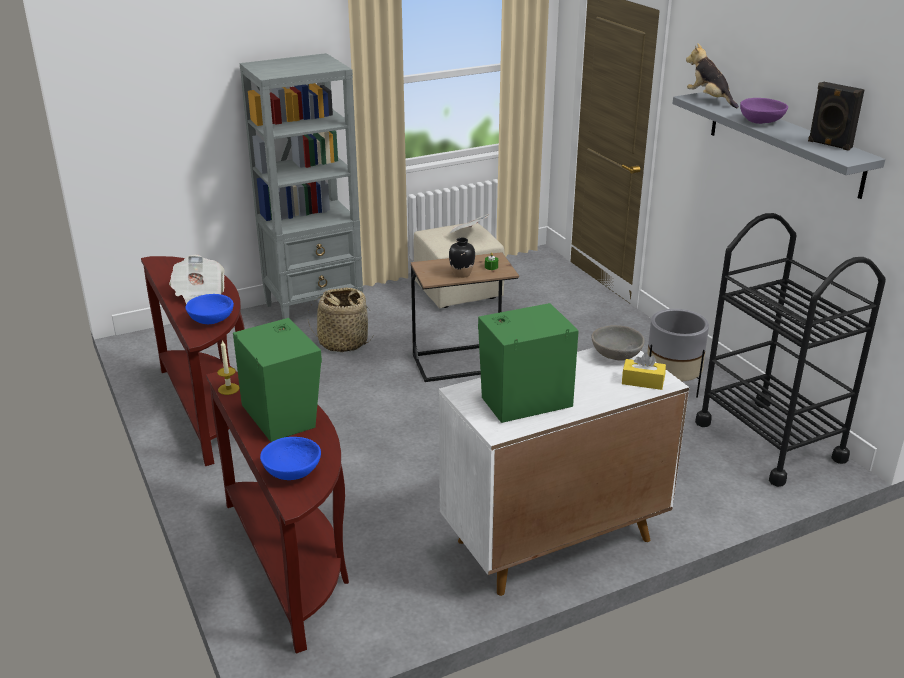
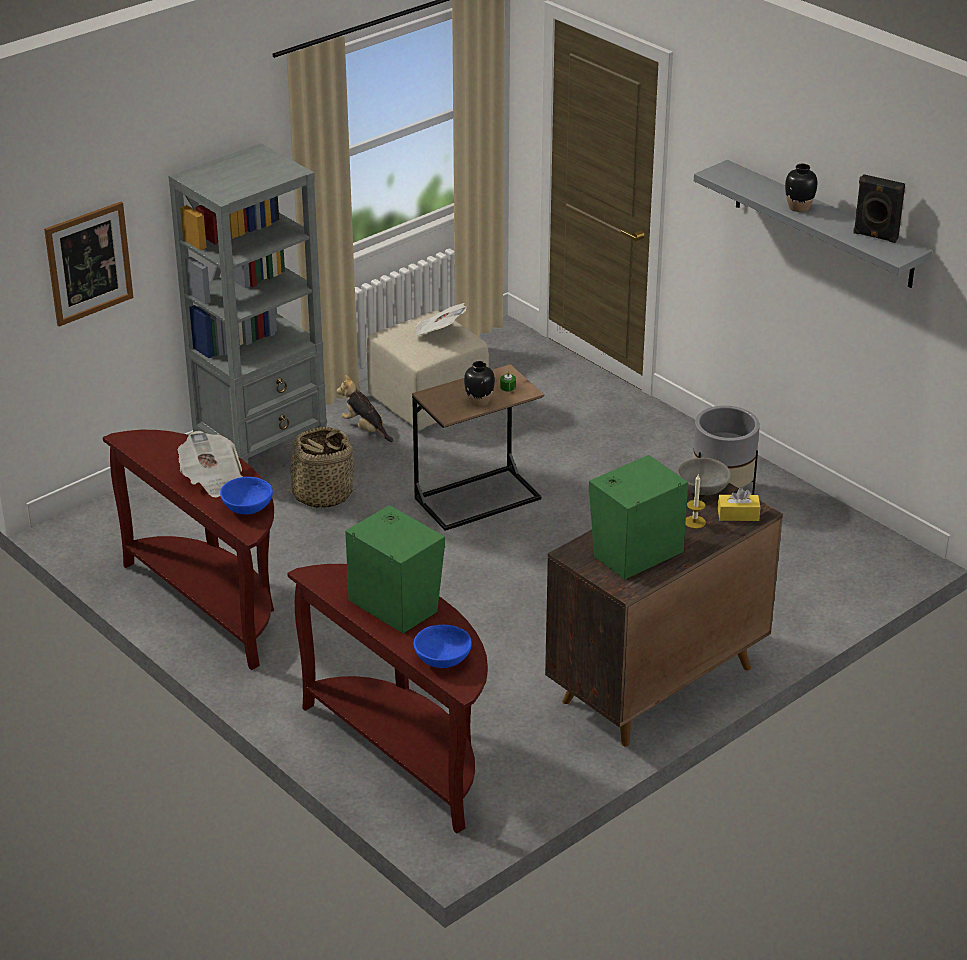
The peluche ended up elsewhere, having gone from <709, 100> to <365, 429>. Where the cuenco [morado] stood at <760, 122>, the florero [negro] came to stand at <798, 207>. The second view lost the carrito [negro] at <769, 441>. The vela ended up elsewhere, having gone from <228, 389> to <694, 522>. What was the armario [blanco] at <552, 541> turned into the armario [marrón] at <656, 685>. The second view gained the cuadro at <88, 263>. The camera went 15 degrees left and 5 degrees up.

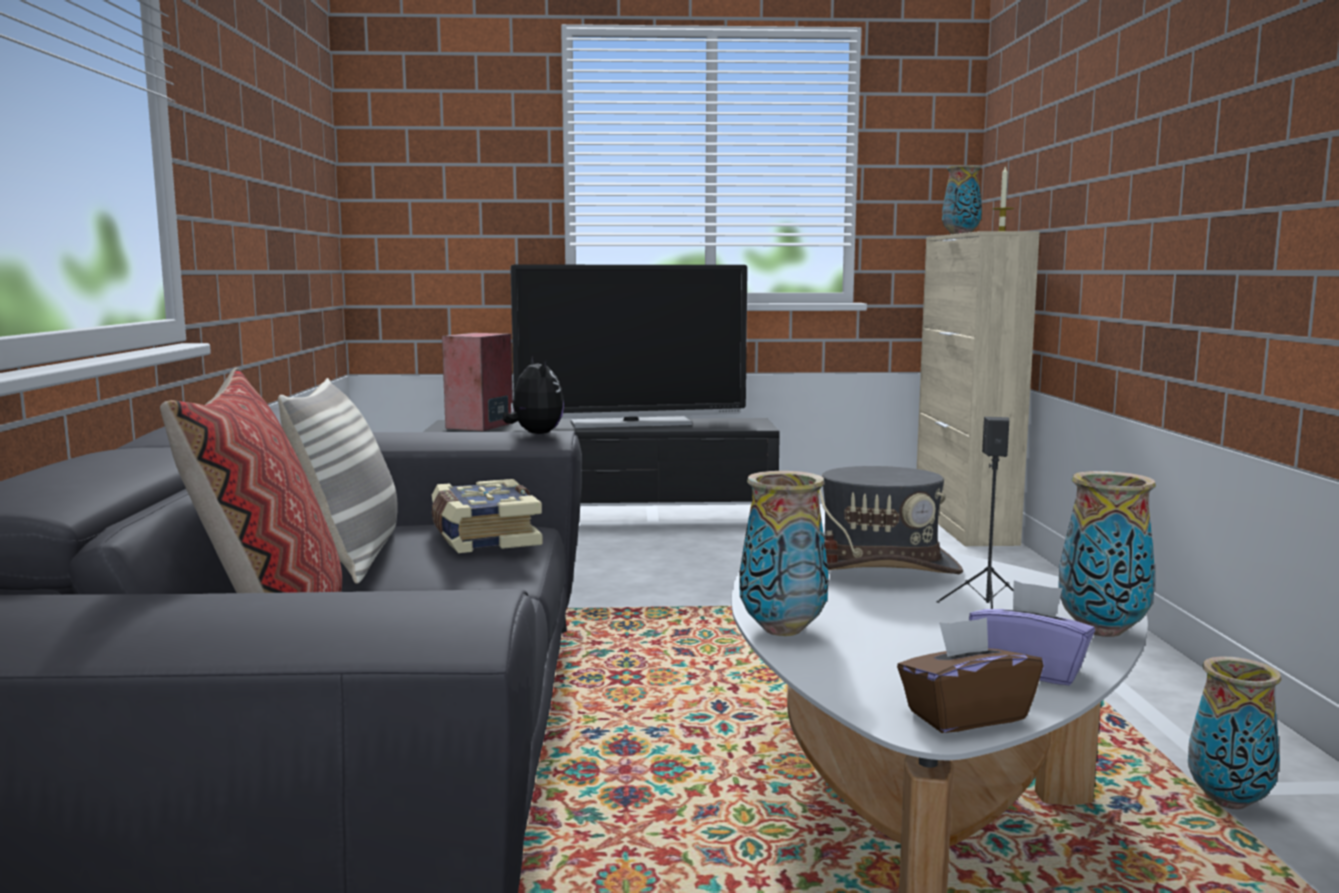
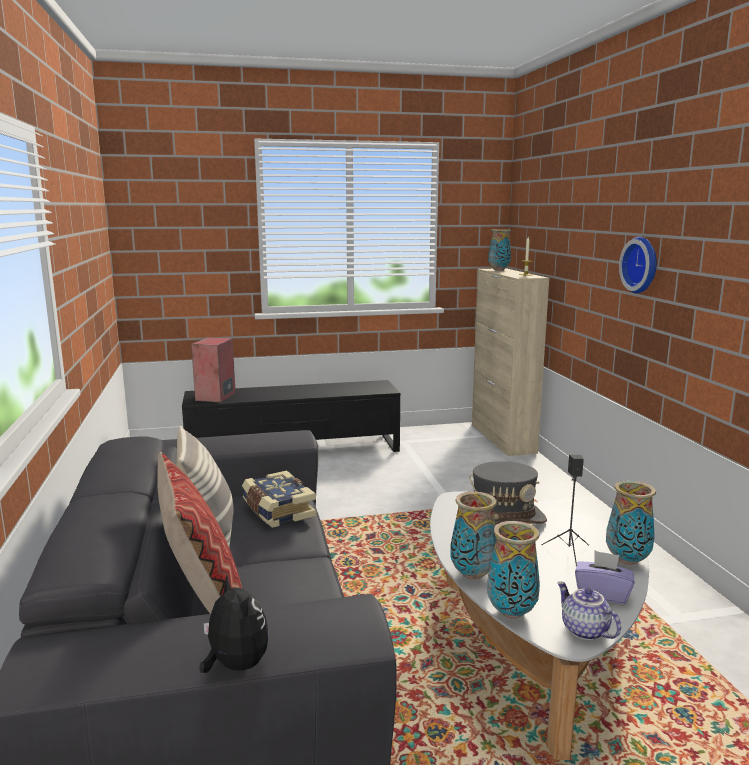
The second view lost the televisor at <631, 424>. The peluche ended up elsewhere, having gone from <534, 434> to <235, 665>. Where the caja de pañuelos [marrón] stood at <965, 715>, the tetera came to stand at <583, 630>. The florero ended up elsewhere, having gone from <1229, 800> to <512, 612>. The second view gained the reloj de pared at <642, 265>. The camera went 10 degrees left and 5 degrees up.

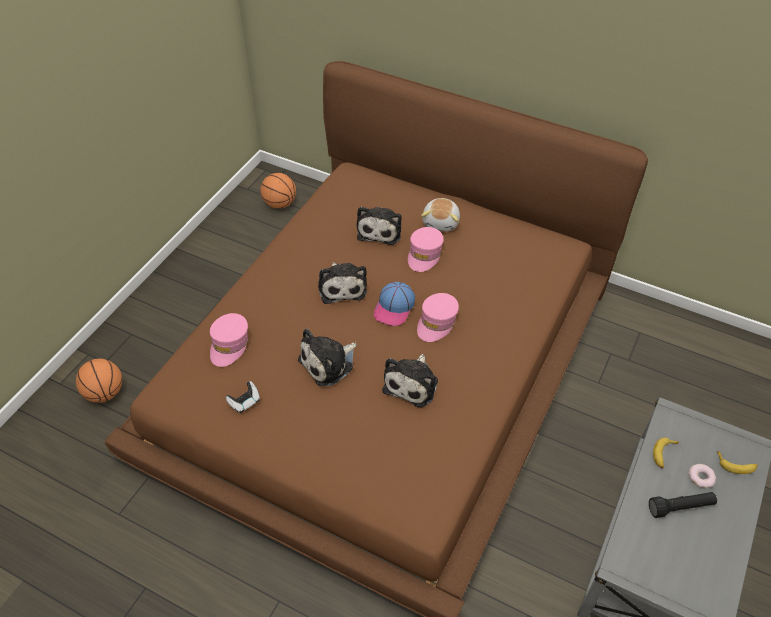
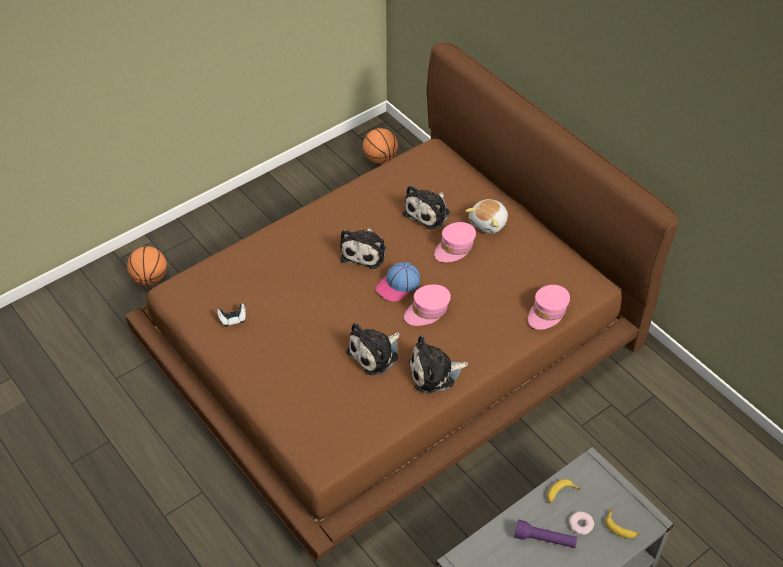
The gorra [rosa] ended up elsewhere, having gone from <229, 344> to <547, 312>. The peluche ended up elsewhere, having gone from <329, 363> to <435, 373>. What was the linterna [negro] at <680, 507> turned into the linterna [morado] at <545, 540>. The camera went 25 degrees right and 0 degrees up.

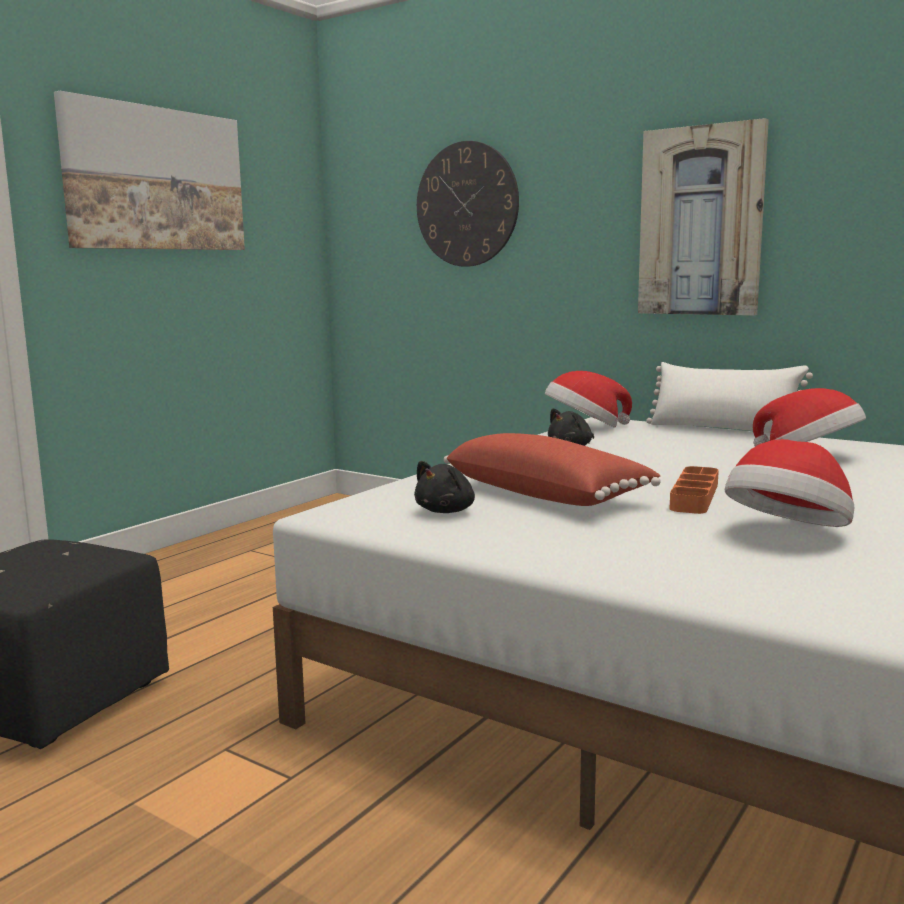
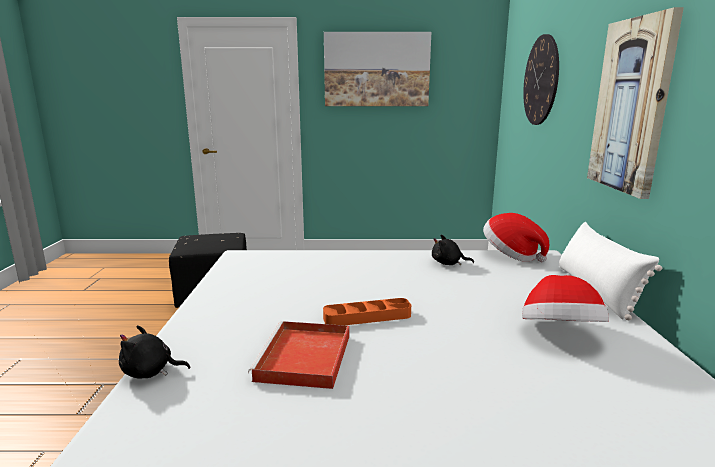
The second view lost the cojín [rojo] at <547, 495>. Where the sombrero stood at <788, 533>, the bandeja [rojo] came to stand at <304, 358>. The peluche [negro] ended up elsewhere, having gone from <447, 511> to <150, 372>. The camera went 55 degrees right and 5 degrees up.

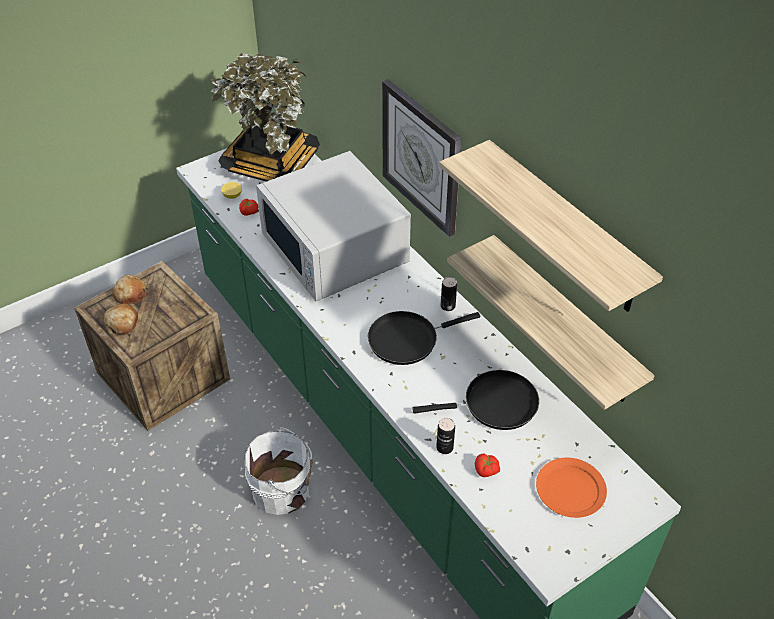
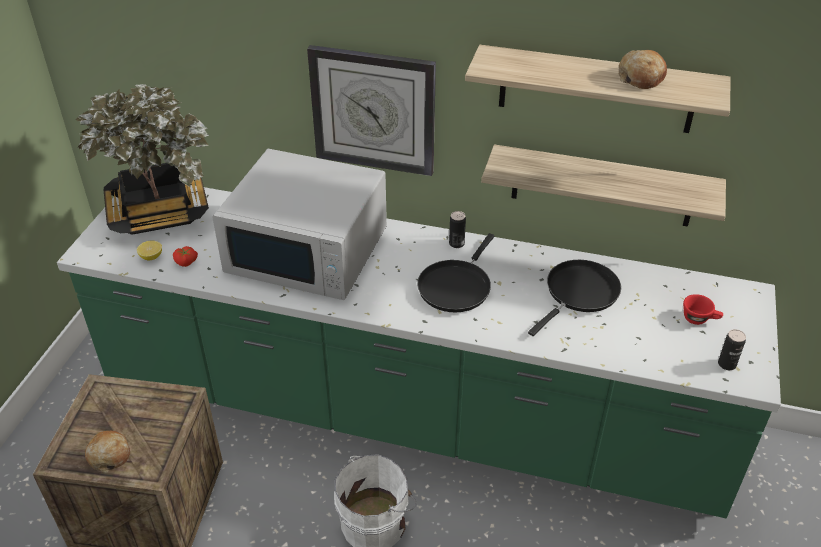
The pan ended up elsewhere, having gone from <130, 294> to <641, 78>. The lata ended up elsewhere, having gone from <444, 447> to <726, 364>. The second view lost the tomate at <485, 470>. Where the plato [naranja] stood at <570, 489>, the taza [rojo] came to stand at <699, 319>. The camera went 40 degrees left and 5 degrees down.

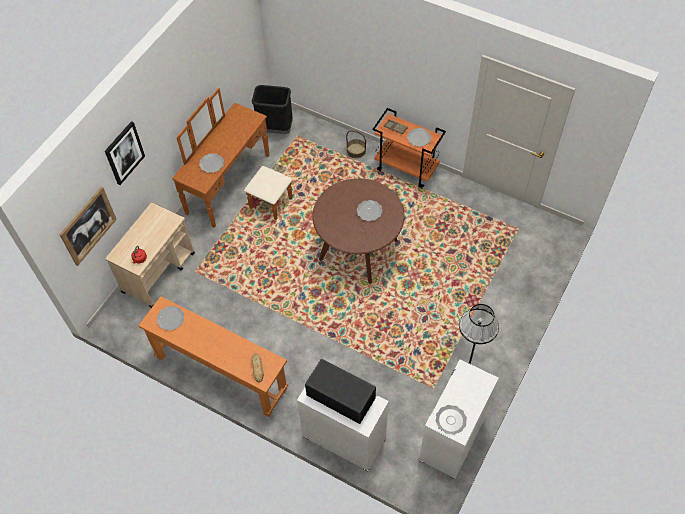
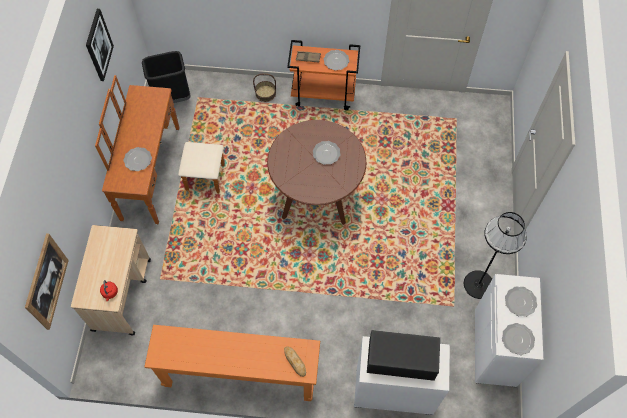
The cuadro ended up elsewhere, having gone from <124, 153> to <98, 45>. The plato ended up elsewhere, having gone from <170, 319> to <520, 302>. The camera went 25 degrees left and 5 degrees up.

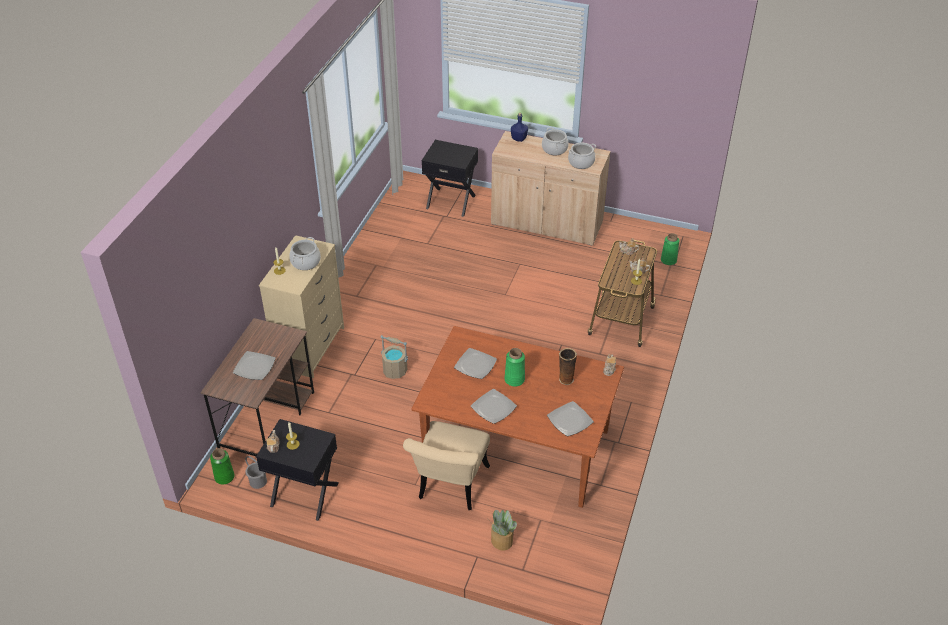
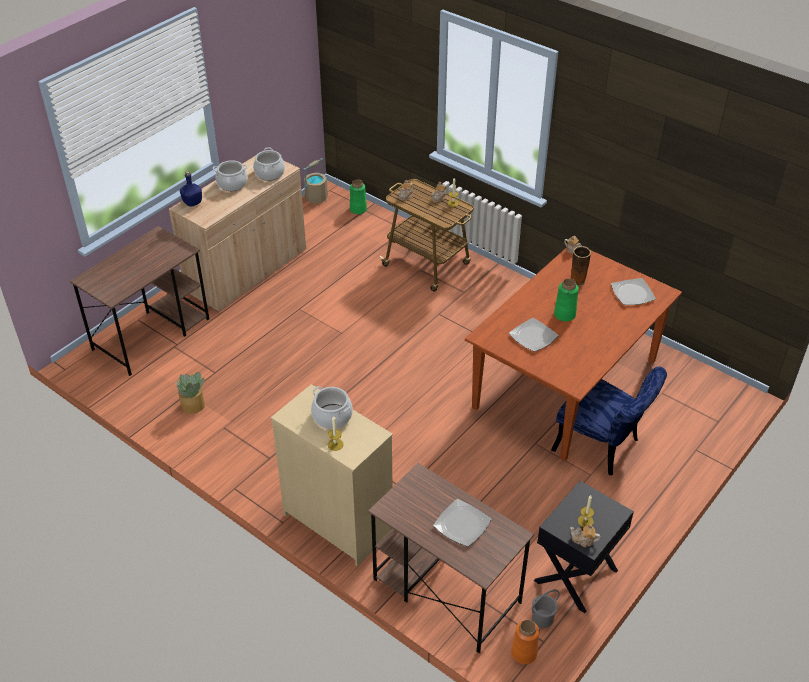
Where the mesita de noche [negro] stood at <451, 201>, the escritorio [marrón] came to stand at <152, 333>. The cubo [beis] ended up elsewhere, having gone from <395, 370> to <316, 197>. The second view lost the plato at <493, 408>. What was the silla [beis] at <450, 487> turned into the silla [azul] at <602, 447>. What was the florero [verde] at <224, 477> turned into the florero [naranja] at <523, 653>. The planta en maceta ended up elsewhere, having gone from <502, 541> to <193, 406>. The camera went 70 degrees left and 0 degrees up.

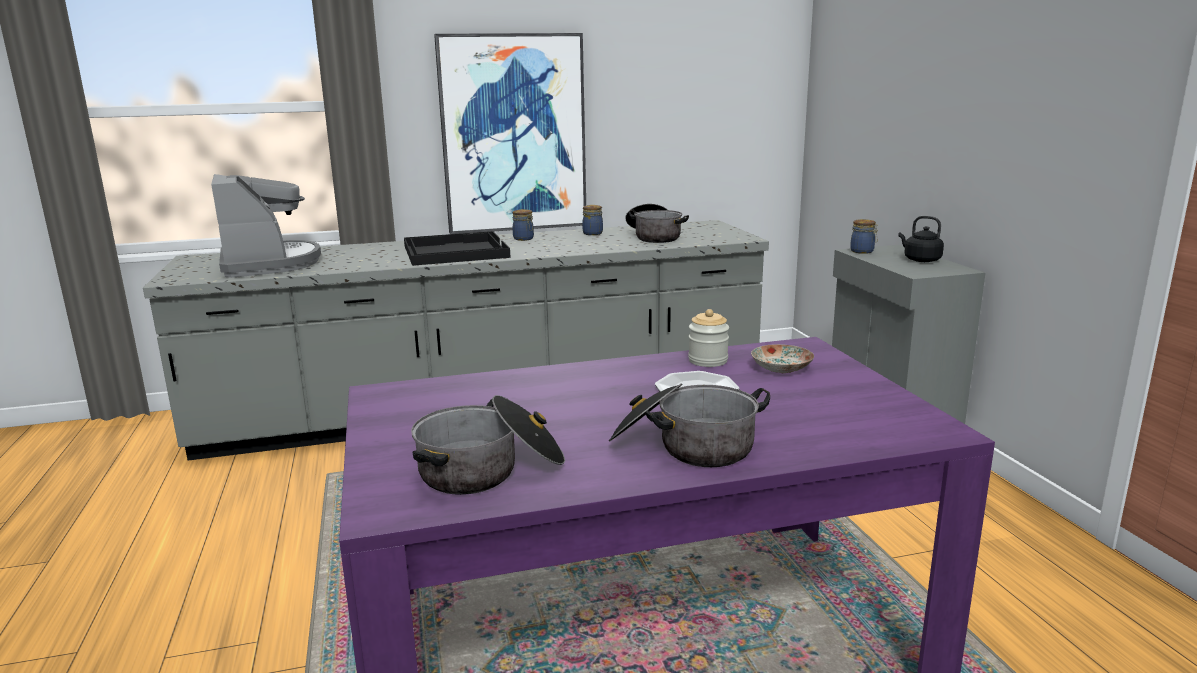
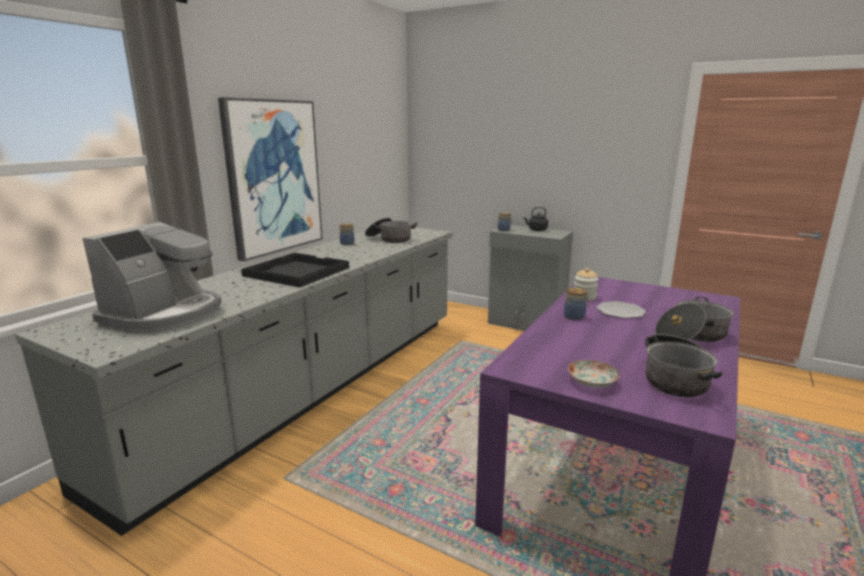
The cafetera at <269, 264> ended up facing another way, 90 degrees clockwise from before. The tarro ended up elsewhere, having gone from <524, 239> to <575, 317>. The plato ended up elsewhere, having gone from <781, 369> to <592, 382>. The camera went 45 degrees left and 0 degrees up.

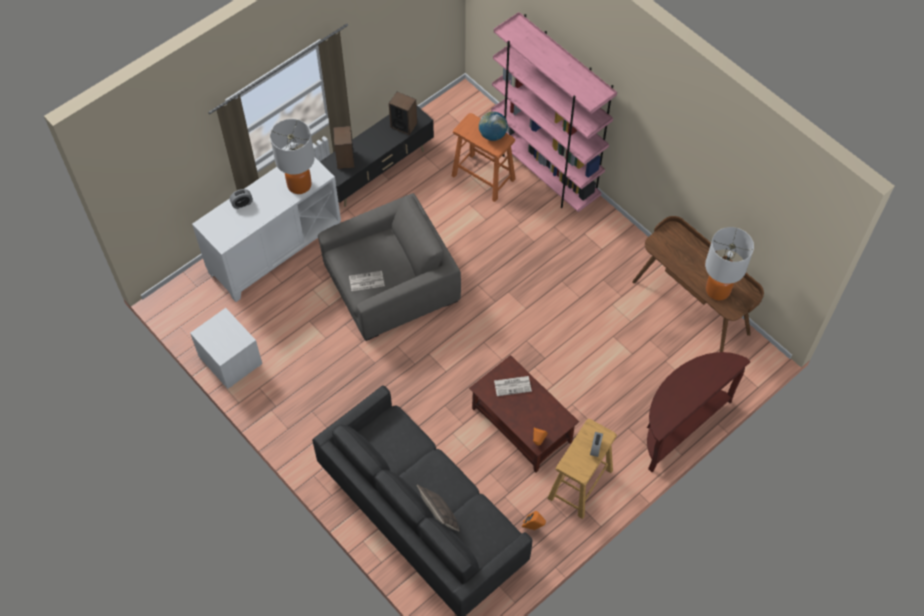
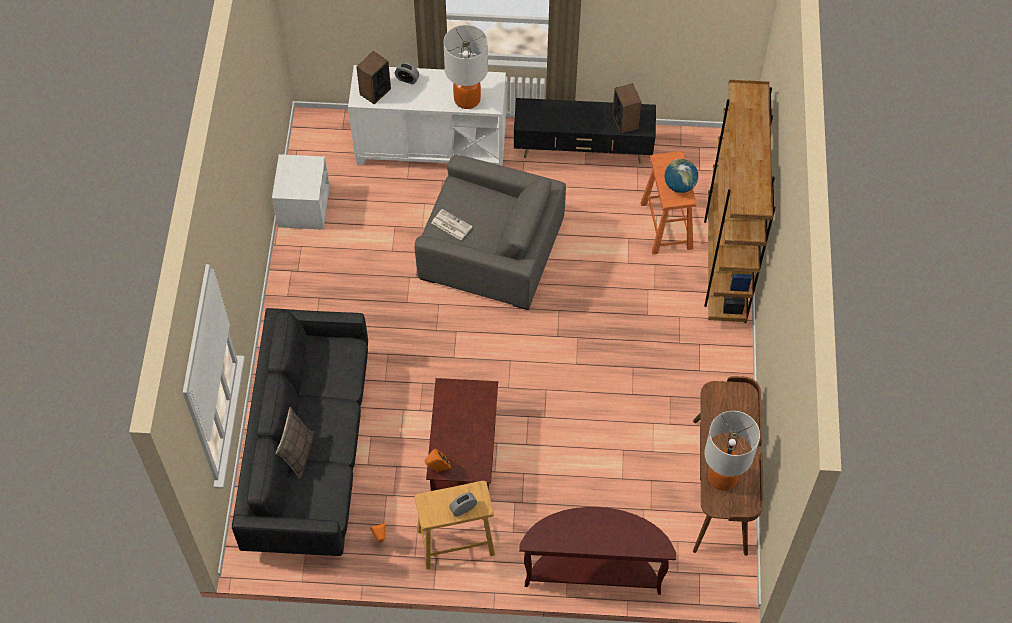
What was the estantería [rosa] at <544, 172> turned into the estantería [marrón] at <725, 264>. The altavoz ended up elsewhere, having gone from <345, 159> to <375, 91>. The second view lost the periódico at <513, 385>. The camera went 45 degrees right and 0 degrees up.

